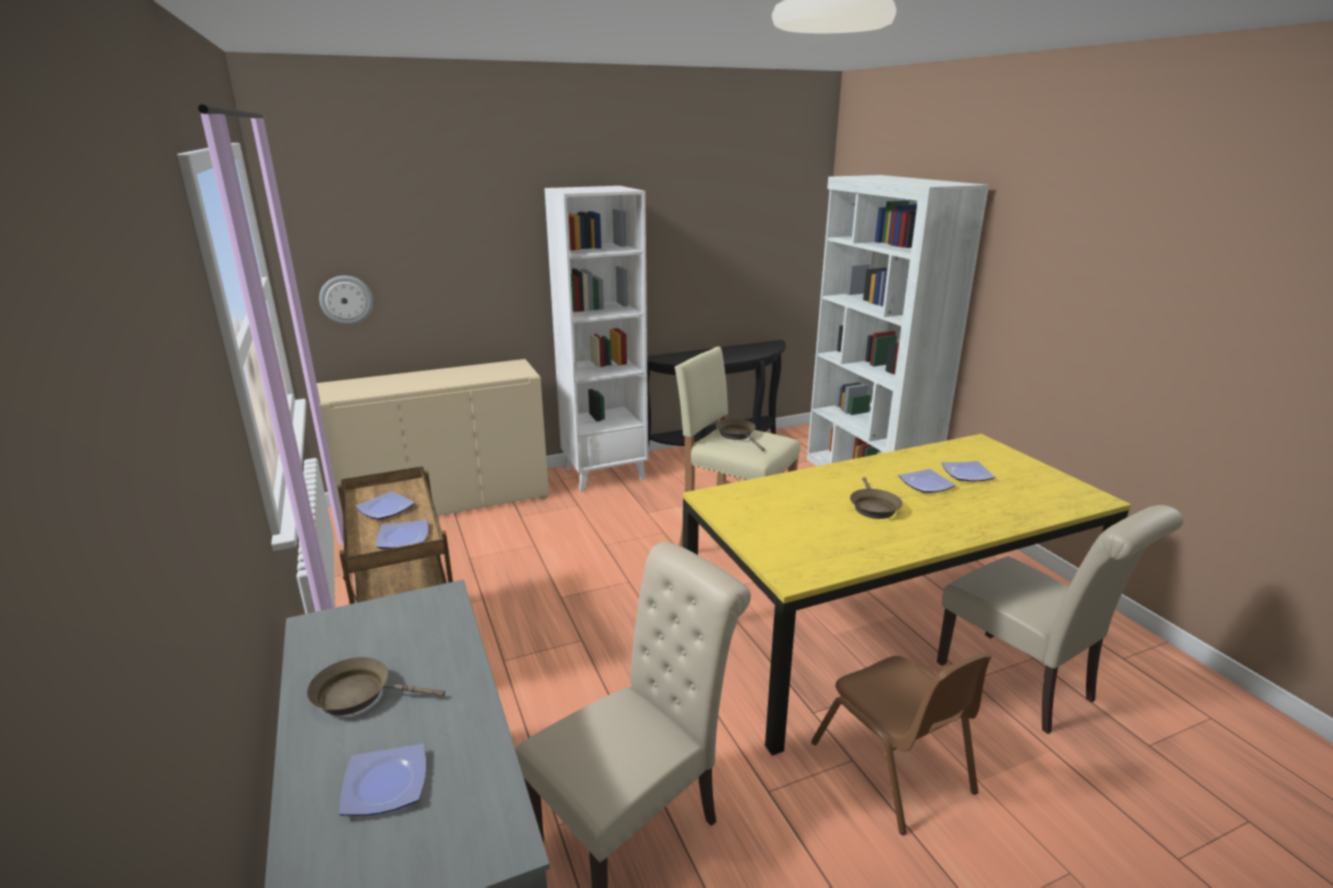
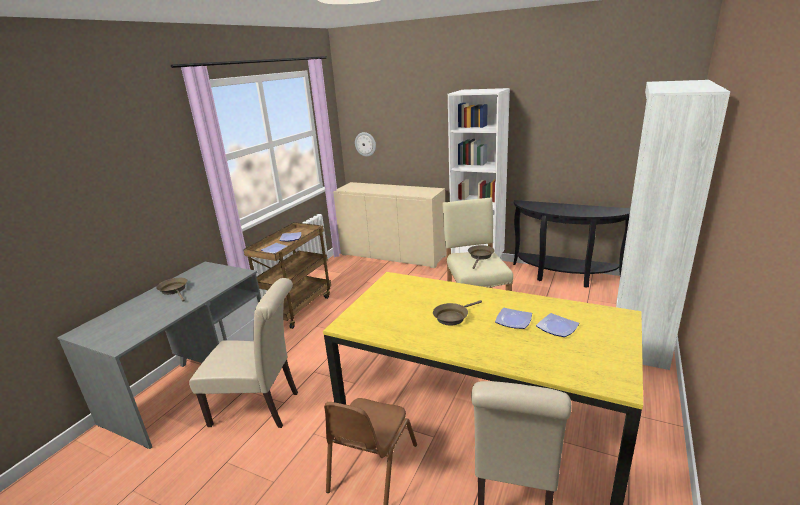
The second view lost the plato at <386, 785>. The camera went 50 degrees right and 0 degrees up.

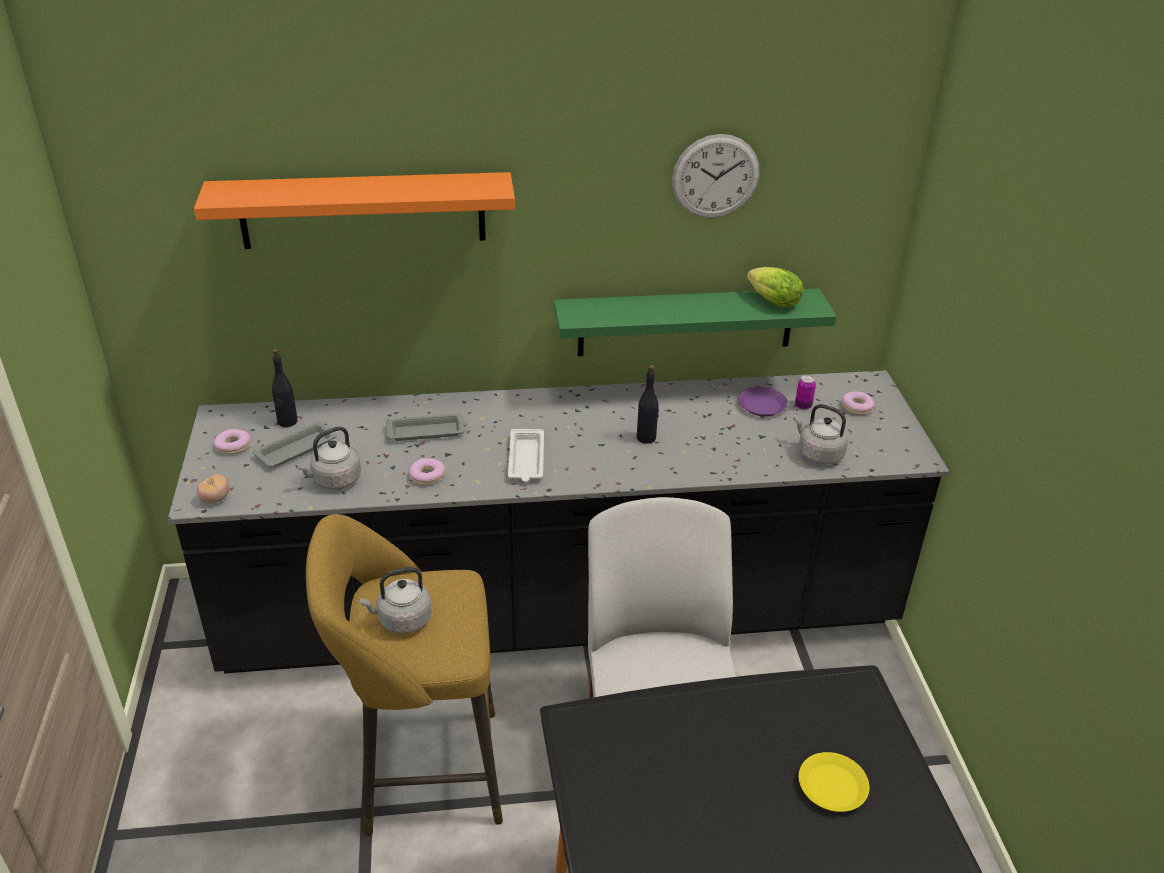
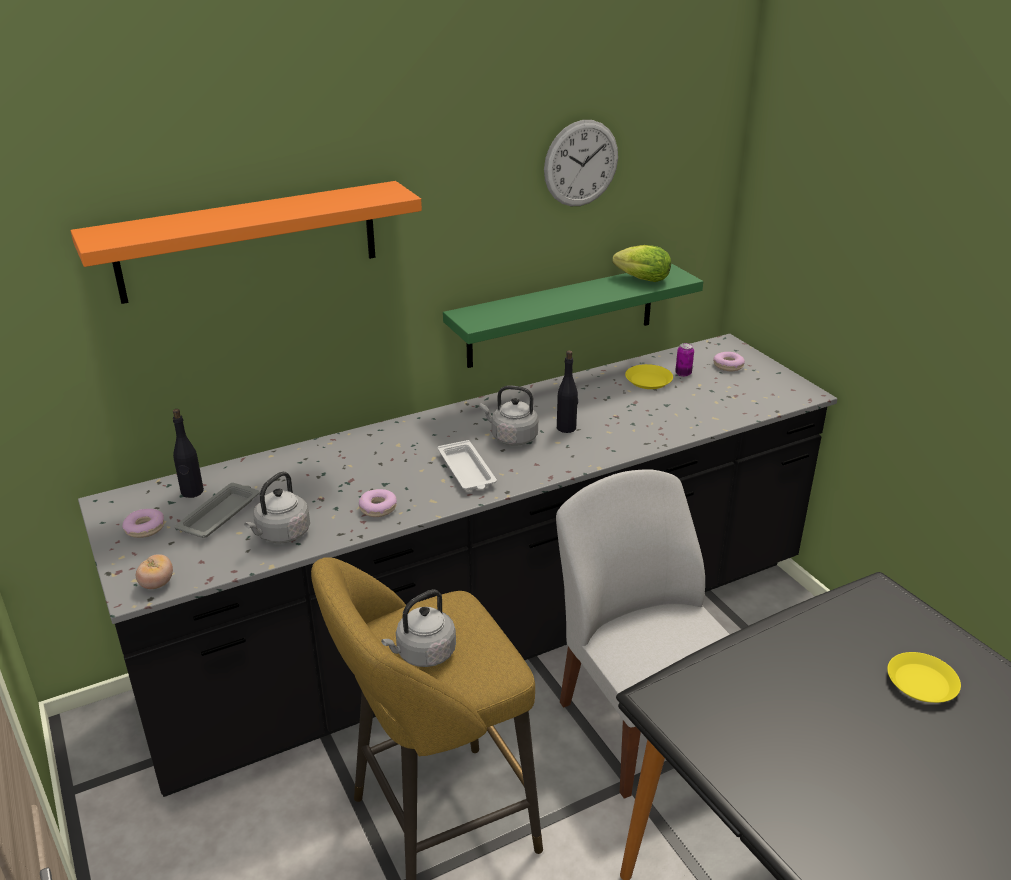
What was the plato [morado] at <762, 405> turned into the plato [amarillo] at <649, 380>. The hervidor [gris] ended up elsewhere, having gone from <818, 454> to <511, 437>. The second view lost the bandeja [gris] at <427, 431>. The camera went 20 degrees left and 5 degrees down.

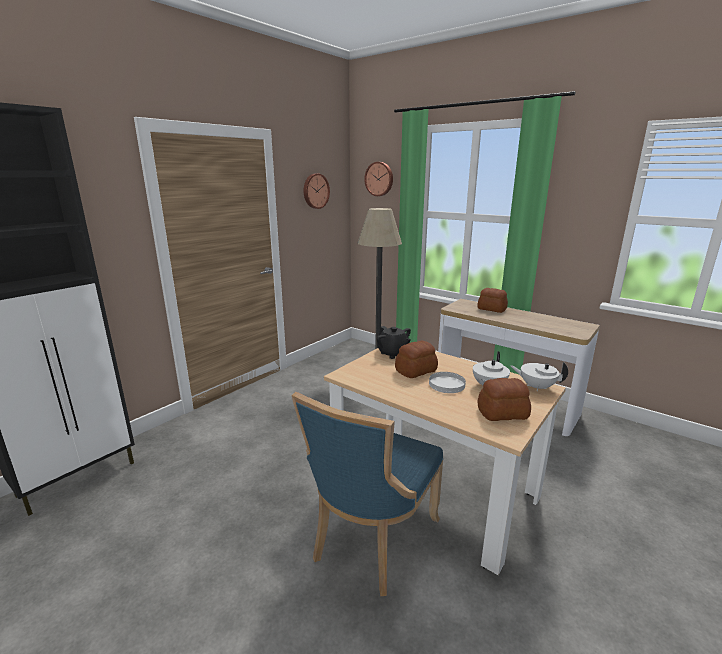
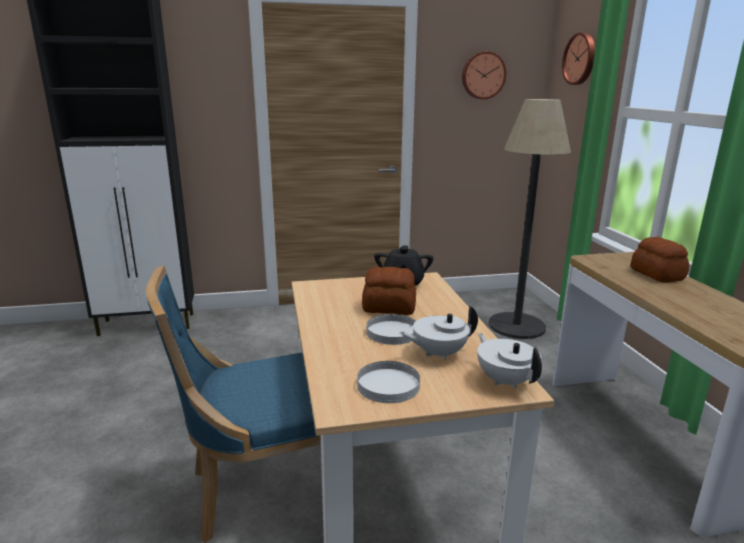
Where the pan stood at <503, 413>, the plato [blanco] came to stand at <388, 385>. The camera went 40 degrees right and 0 degrees up.

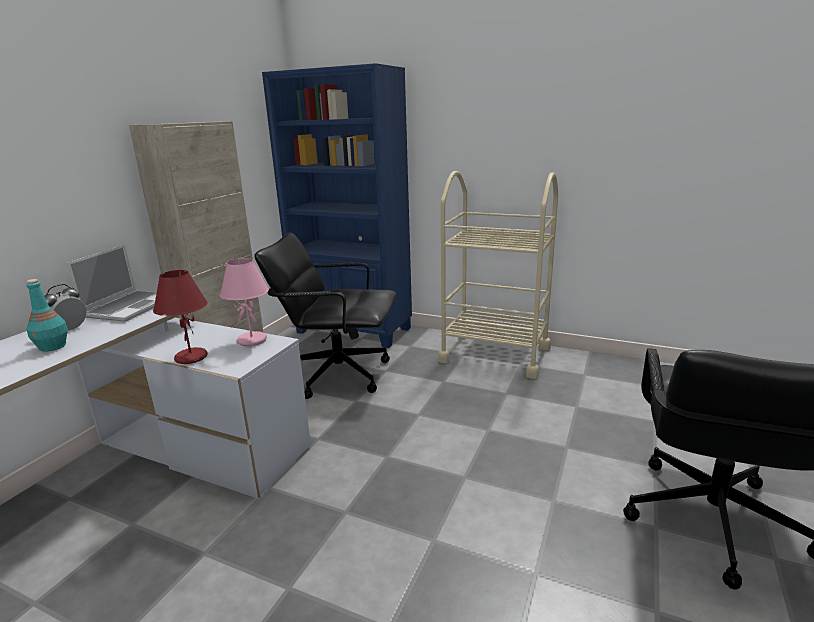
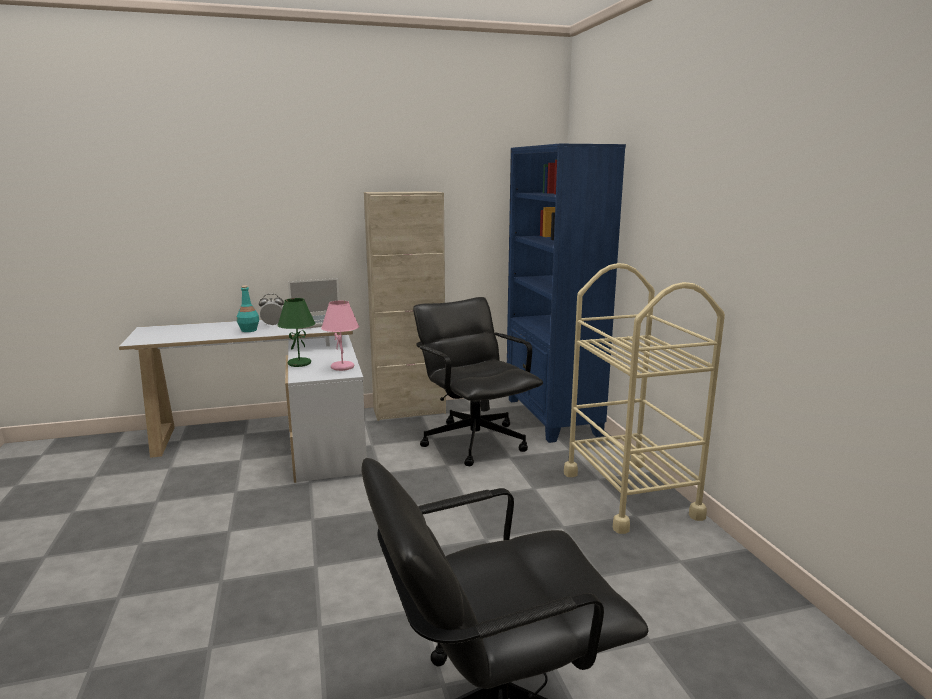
What was the lámpara de mesa [rojo] at <191, 357> turned into the lámpara de mesa [verde] at <299, 363>. The camera went 50 degrees right and 5 degrees down.

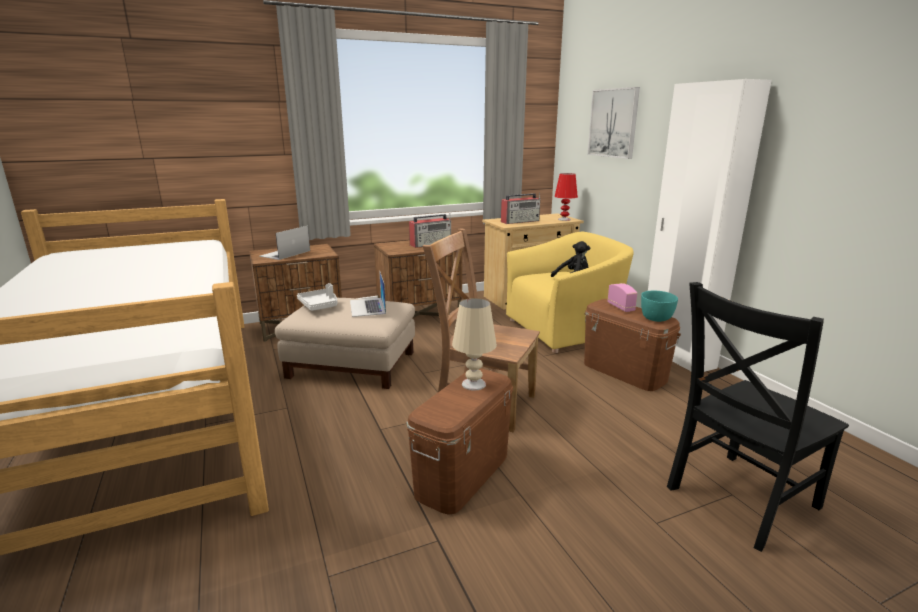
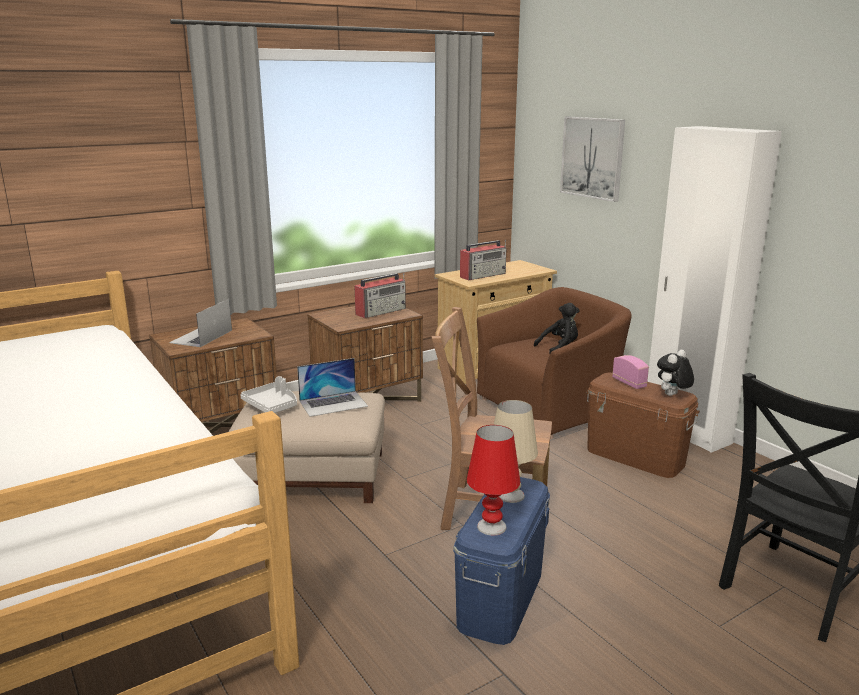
The lámpara de mesa [rojo] ended up elsewhere, having gone from <564, 219> to <491, 526>. What was the sillón [amarillo] at <563, 329> turned into the sillón [marrón] at <549, 407>. The portátil at <367, 307> ended up facing another way, 90 degrees counterclockwise from before. Where the cuenco [turquesa] stood at <656, 319>, the peluche came to stand at <672, 395>. What was the caja de almacenaje [marrón] at <463, 474> turned into the caja de almacenaje [azul] at <501, 598>. The camera went 10 degrees left and 0 degrees up.

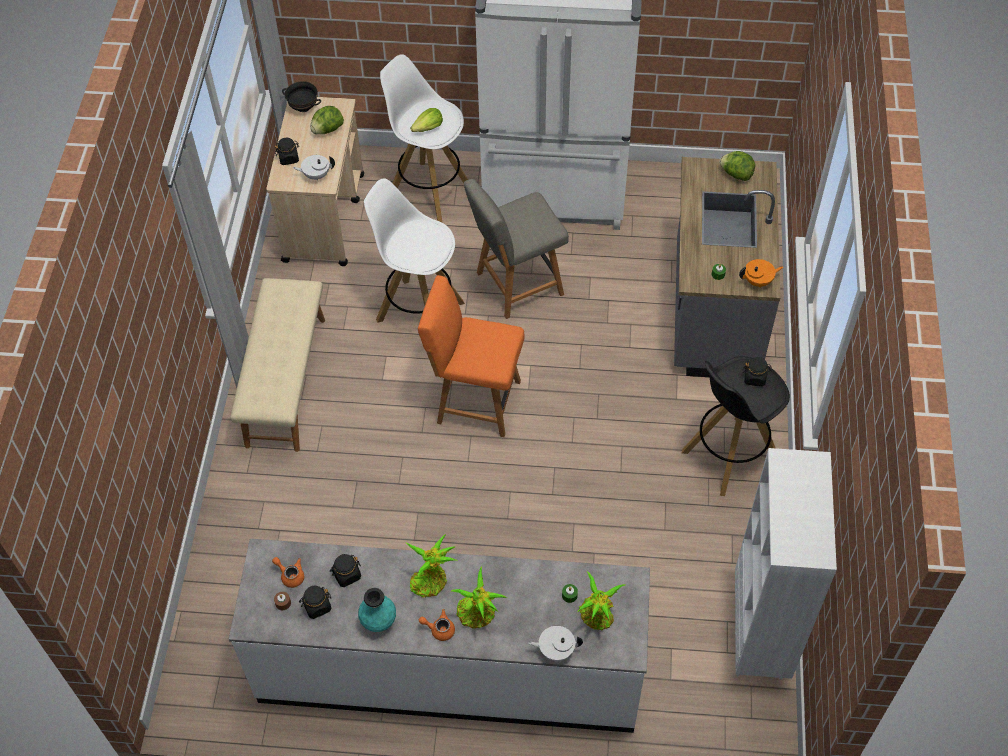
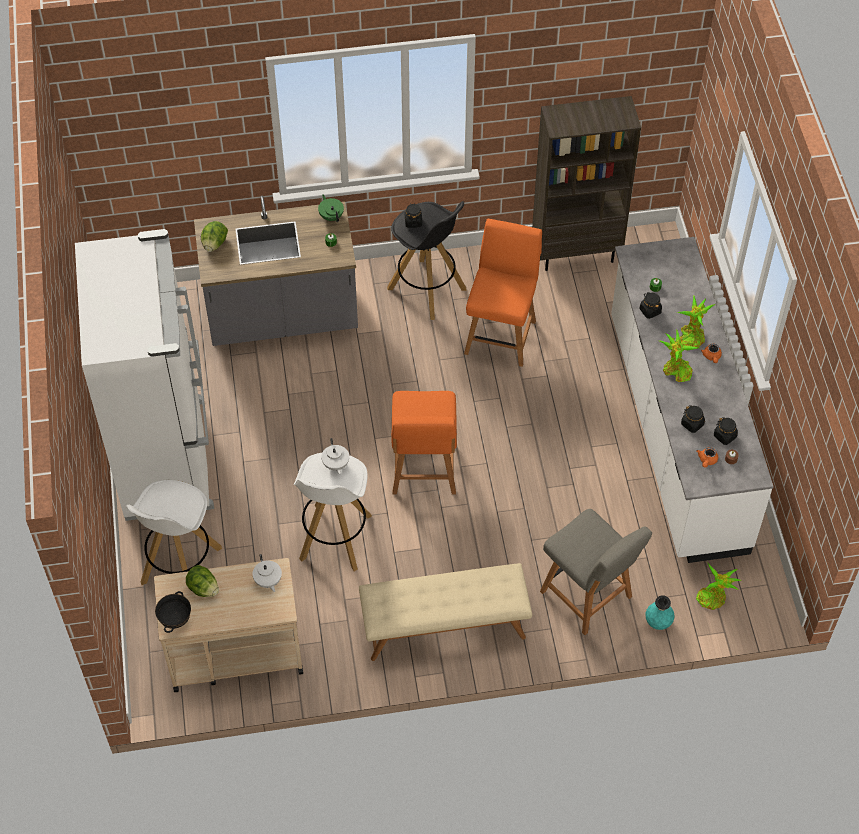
The second view lost the lechuga at <428, 128>. The tarro [negro] ended up elsewhere, having gone from <289, 158> to <650, 311>. The silla [gris] ended up elsewhere, having gone from <516, 285> to <588, 596>. What was the tetera [naranja] at <758, 281> turned into the tetera [verde] at <331, 216>. What was the estantería [blanco] at <760, 635> turned into the estantería [marrón] at <576, 253>. The planta en maceta ended up elsewhere, having gone from <597, 616> to <713, 598>. The florero [turquesa] ended up elsewhere, having gone from <378, 621> to <658, 622>. The tetera [blanco] ended up elsewhere, having gone from <555, 650> to <335, 464>. The second view gained the silla [naranja] at <501, 335>. The camera went 105 degrees left and 0 degrees up.

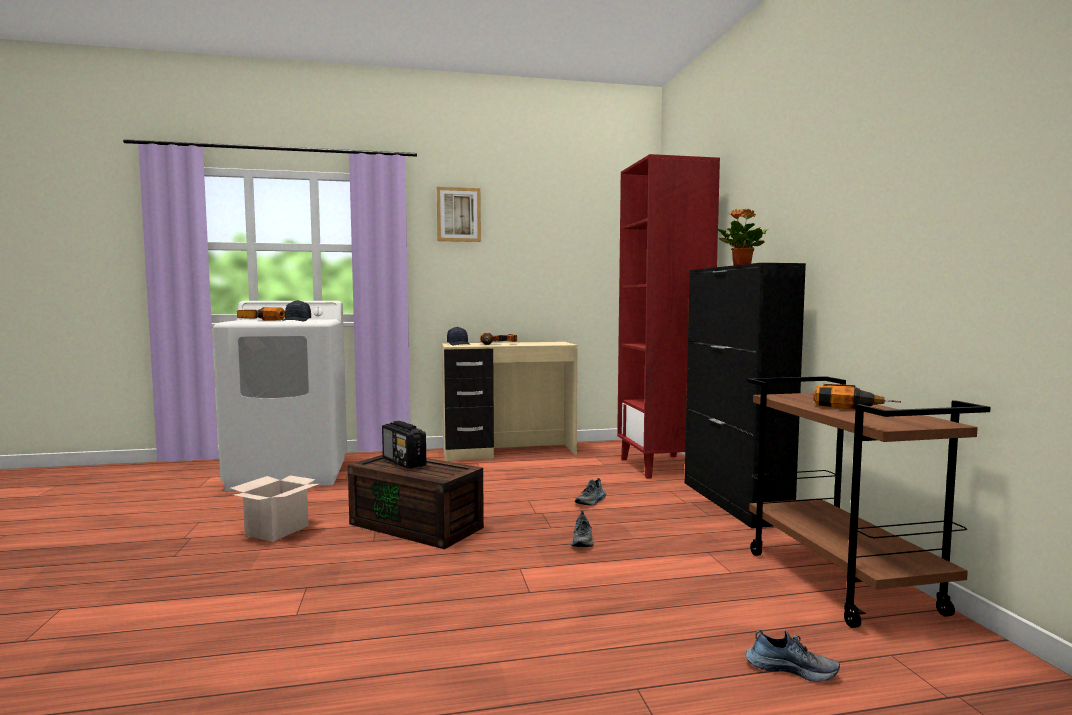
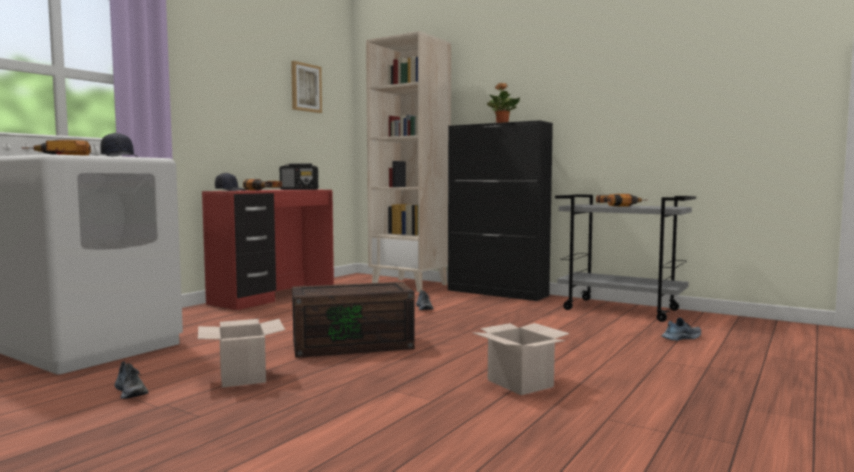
What was the estantería [rojo] at <662, 466> turned into the estantería [beis] at <410, 285>. The cuadro ended up elsewhere, having gone from <458, 215> to <305, 87>. What was the escritorio [beis] at <509, 452> turned into the escritorio [rojo] at <275, 296>. What was the carrito [marrón] at <843, 582> turned into the carrito [gris] at <622, 310>. The radio ended up elsewhere, having gone from <404, 462> to <299, 189>. The zapato ended up elsewhere, having gone from <583, 541> to <131, 392>. The second view gained the caja de cartón at <521, 383>. The camera went 45 degrees left and 0 degrees up.

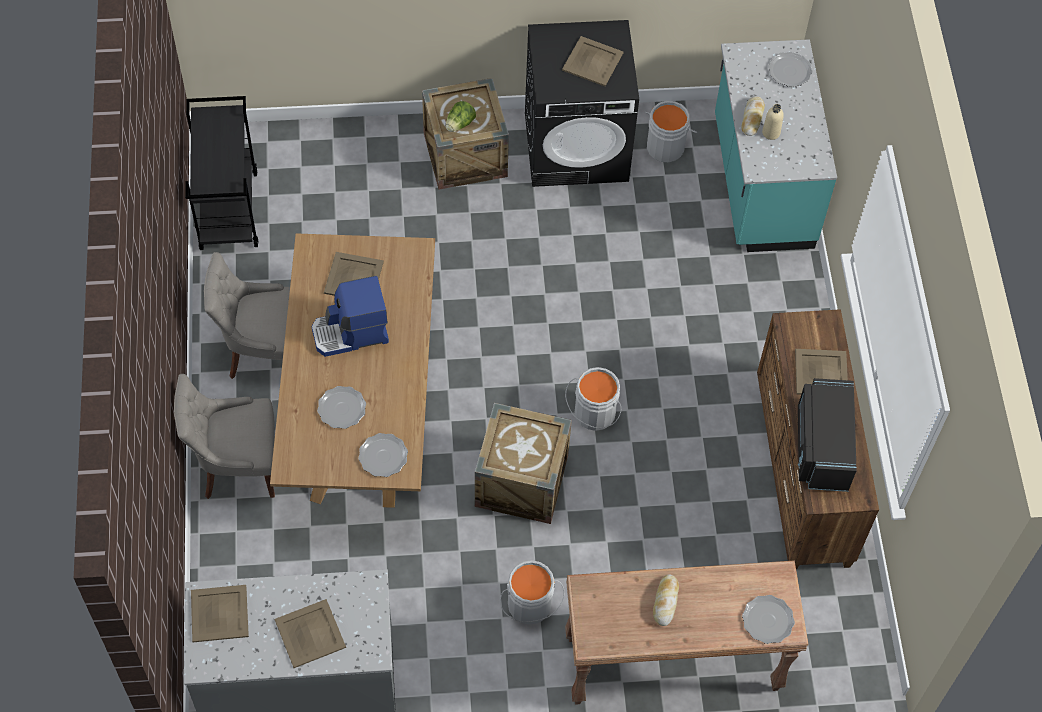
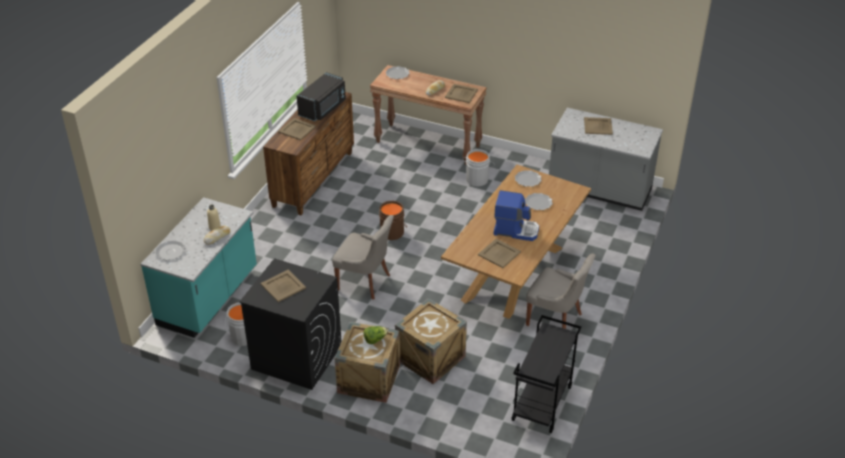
What was the cubo [gris] at <593, 414> turned into the cubo [marrón] at <393, 232>. The silla [gris] ended up elsewhere, having gone from <237, 466> to <365, 282>. The caja de embalaje ended up elsewhere, having gone from <521, 481> to <430, 358>. The bandeja [beis] ended up elsewhere, having gone from <220, 613> to <461, 93>. The camera went 150 degrees left and 20 degrees down.

